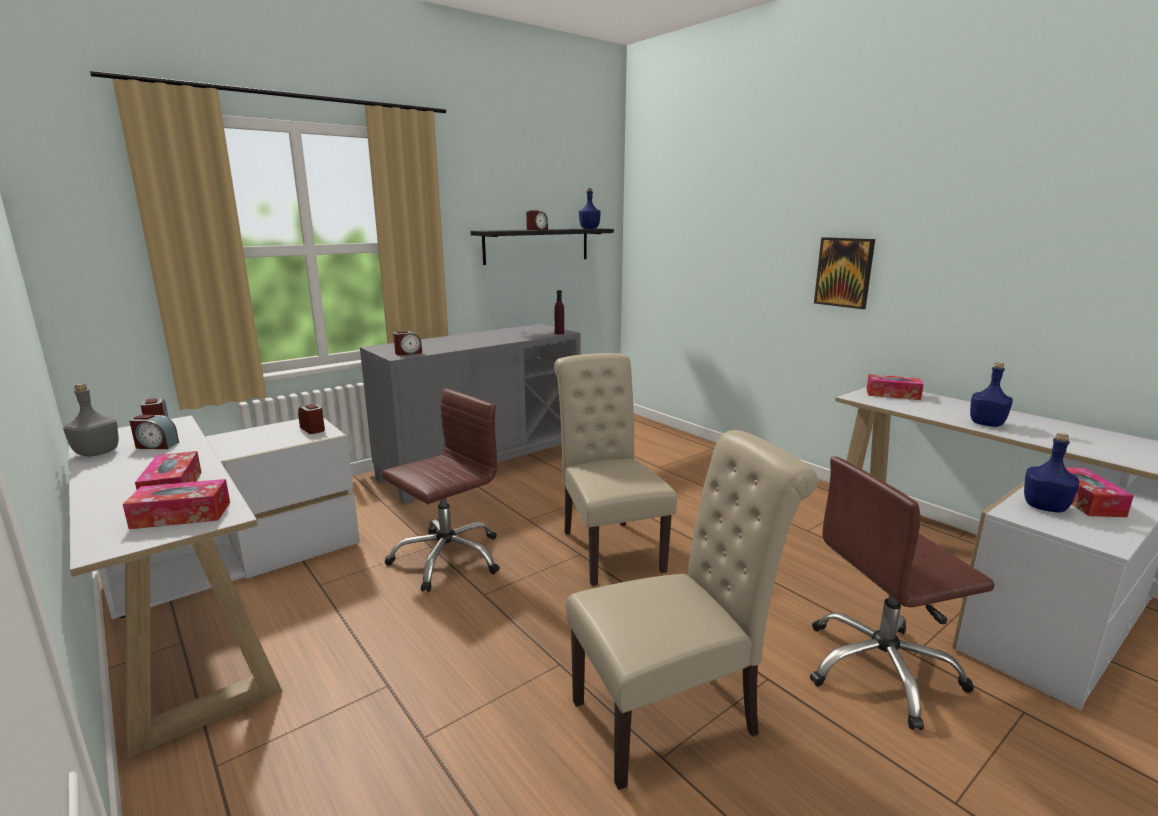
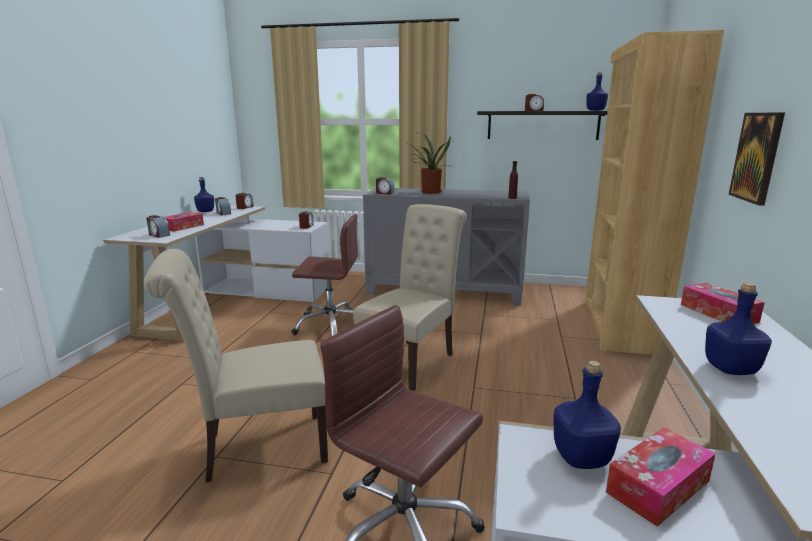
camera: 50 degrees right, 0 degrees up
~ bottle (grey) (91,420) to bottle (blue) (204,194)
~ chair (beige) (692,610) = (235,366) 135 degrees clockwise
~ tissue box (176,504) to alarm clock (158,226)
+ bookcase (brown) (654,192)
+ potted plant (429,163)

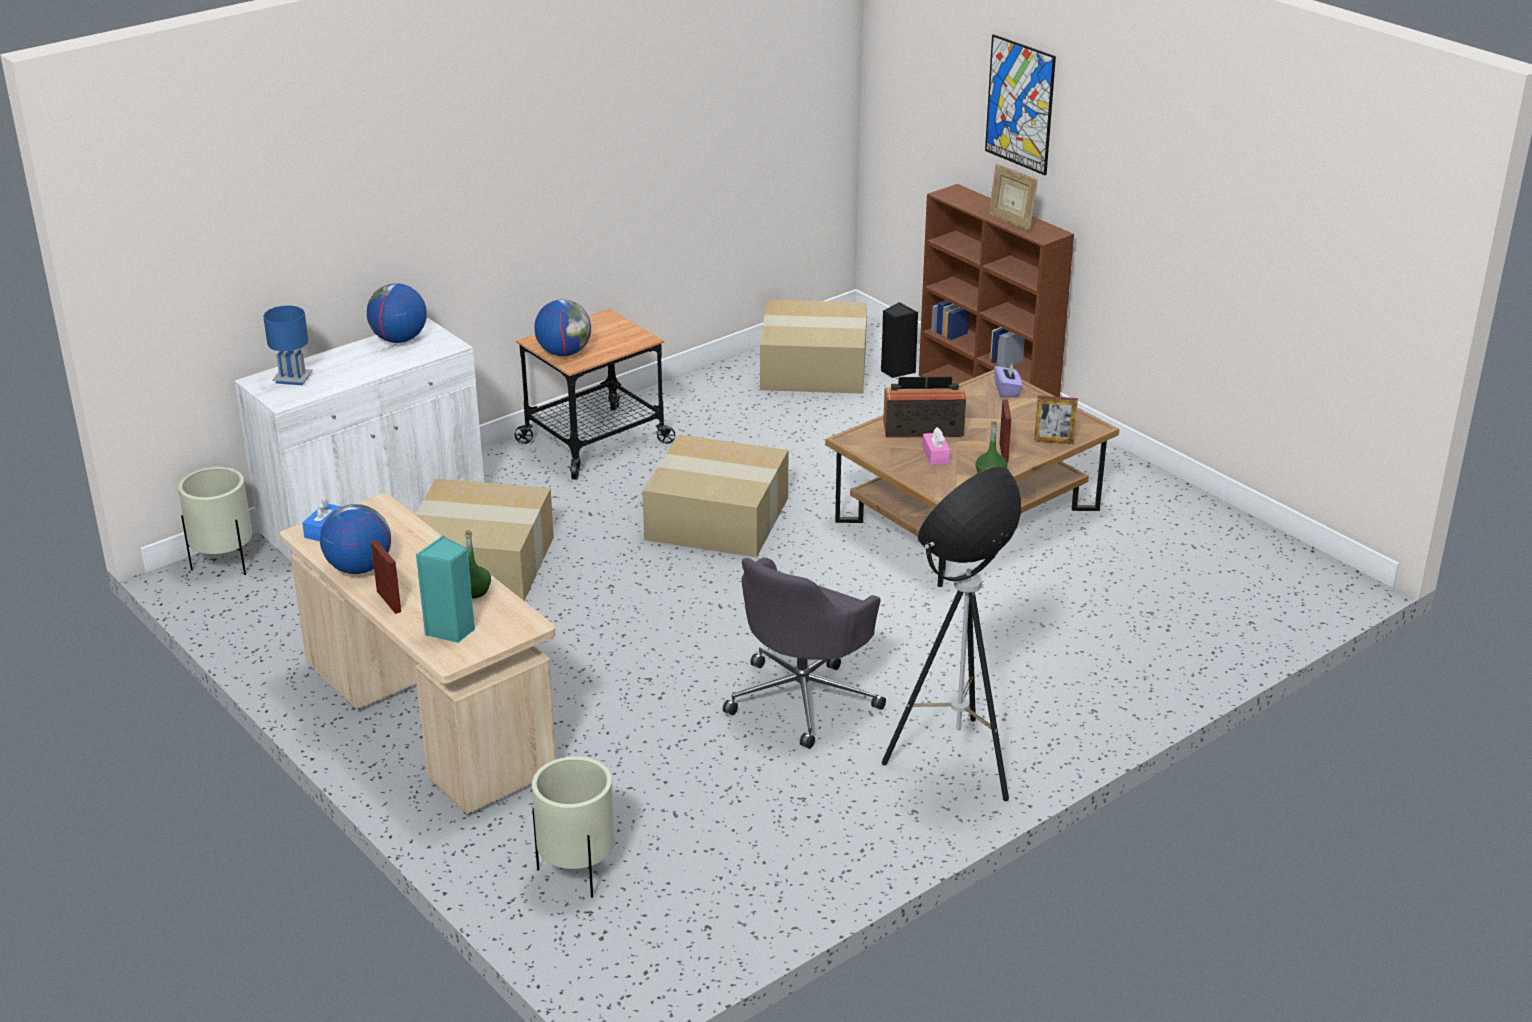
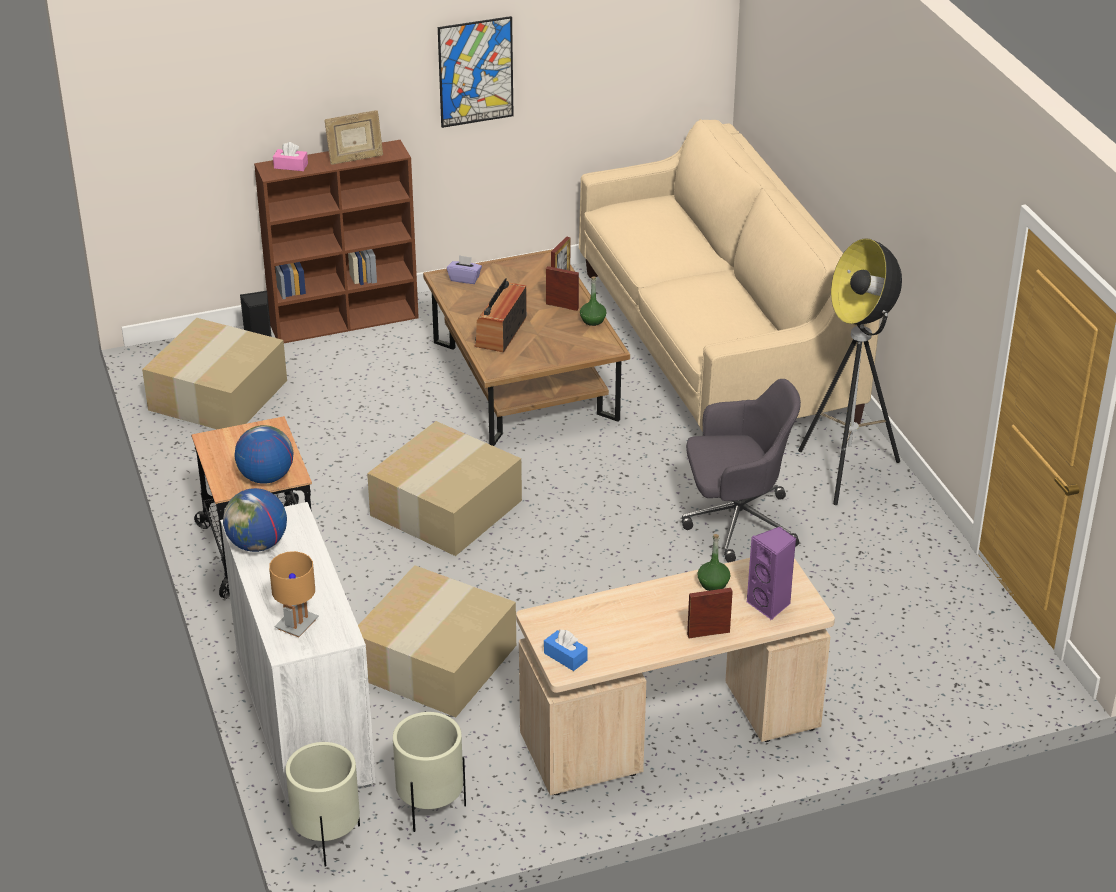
camera: 70 degrees left, 5 degrees up
~ picture (1020,104) to (476,72)
~ table lamp (blue) (288,345) to table lamp (brown) (294,594)
~ tissue box (pink) (936,446) to (290,156)
- globe (355,539)
~ speaker (turquoise) (445,589) to speaker (purple) (771,573)
~ office chair (grey) (804,653) = (741,471) 60 degrees counterclockwise
~ planter (beige) (573,827) to (429,772)
+ sofa (beige) (729,275)

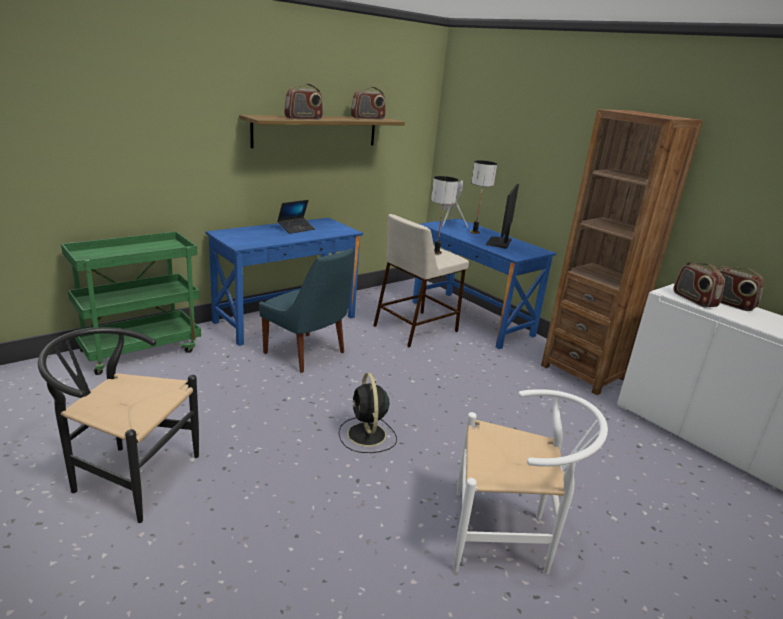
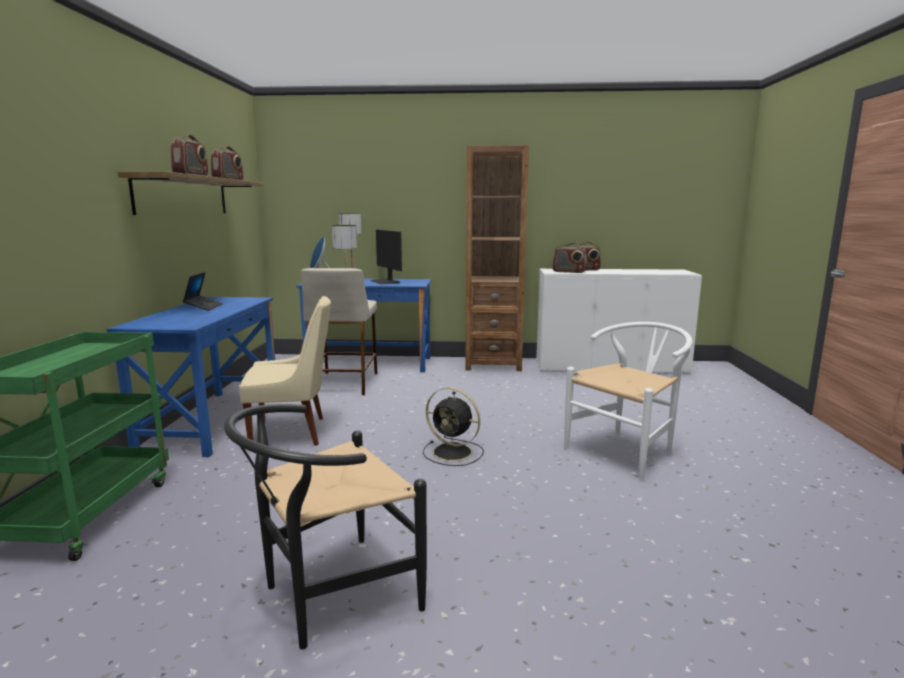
camera: 45 degrees left, 10 degrees down
~ chair (blue) (306,310) to chair (beige) (285,371)

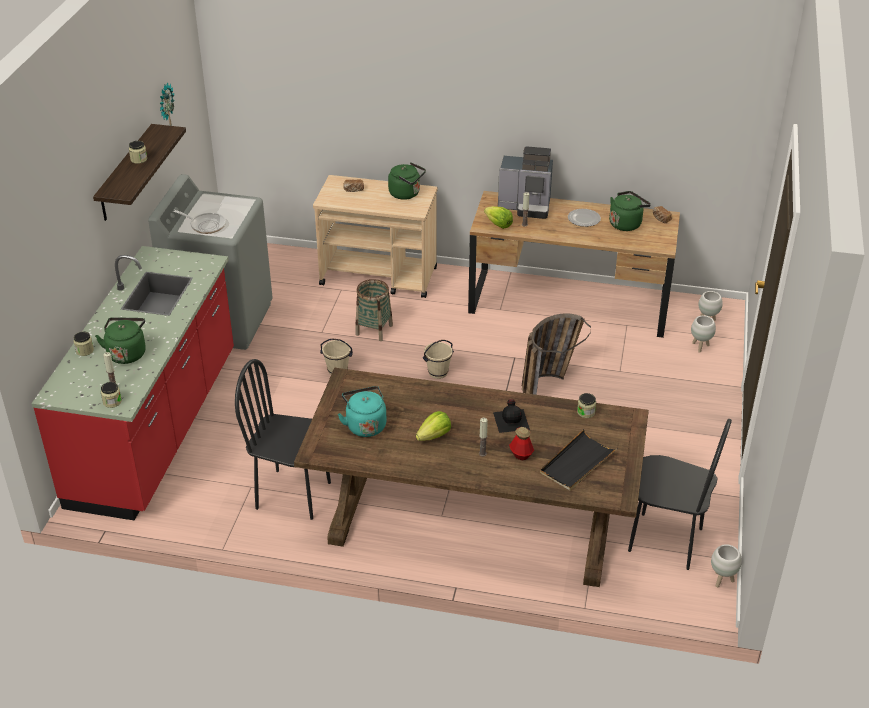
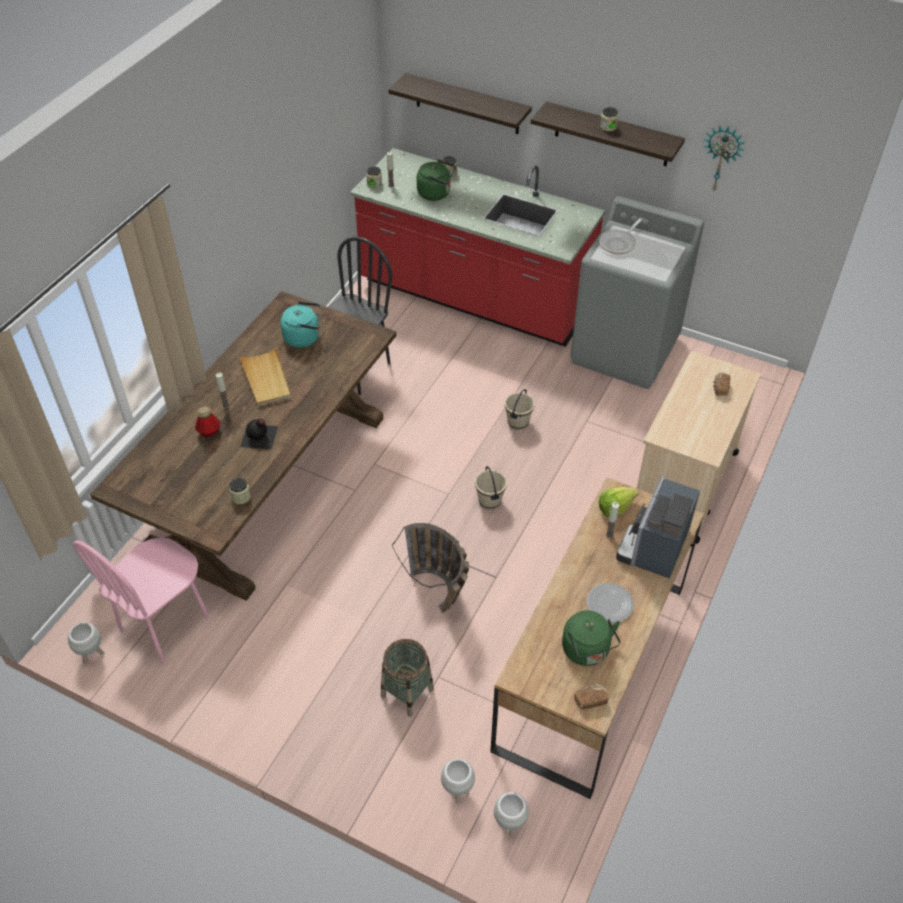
camera: 105 degrees right, 10 degrees up
- kettle (green) (407,181)
~ basket (374,310) to (407,678)
~ lettuce (433,426) to tray (beige) (265,376)
~ chair (black) (680,494) to chair (pink) (141,600)
- tray (black) (579,460)
+ shelf (460,103)

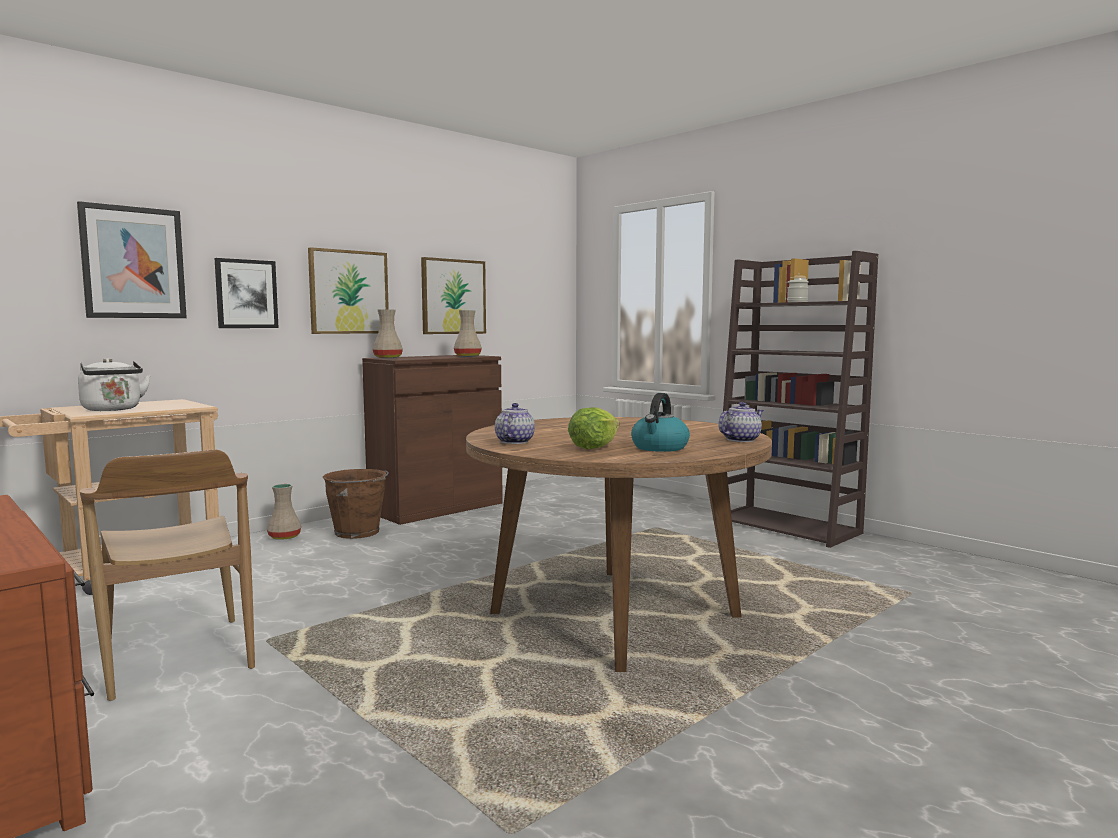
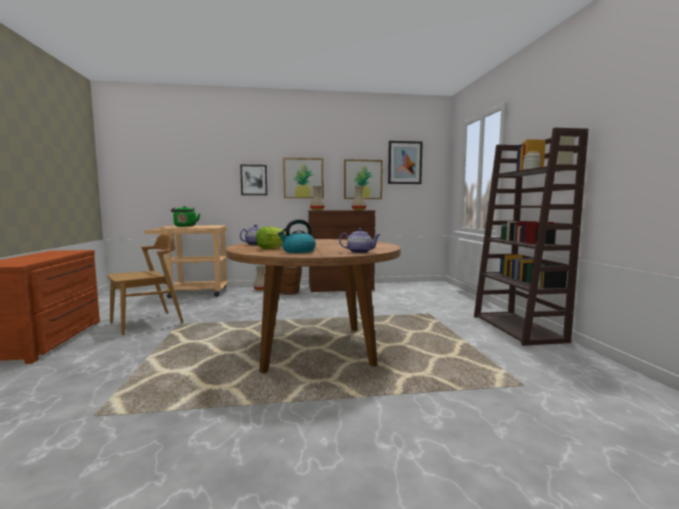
camera: 35 degrees right, 0 degrees up
~ picture (132,259) to (405,162)
~ kettle (white) (114,384) to kettle (green) (185,216)
~ chair (brown) (167,575) = (146,285) 135 degrees counterclockwise

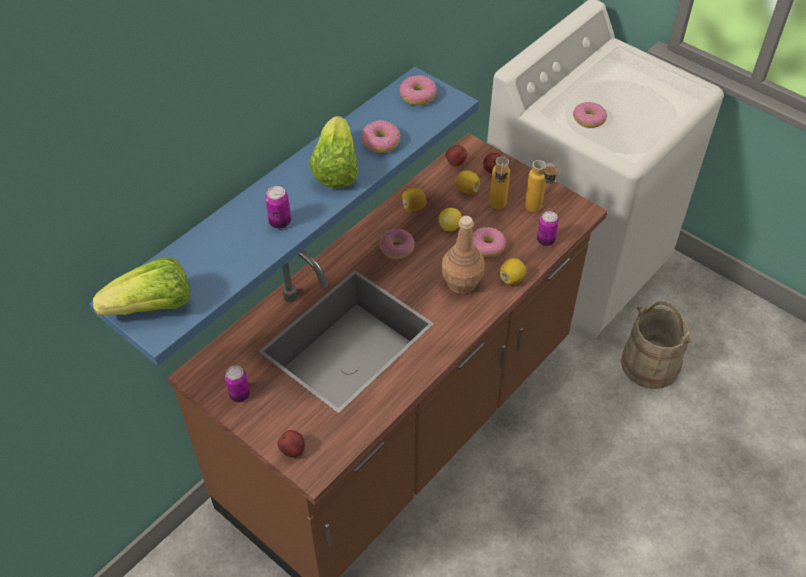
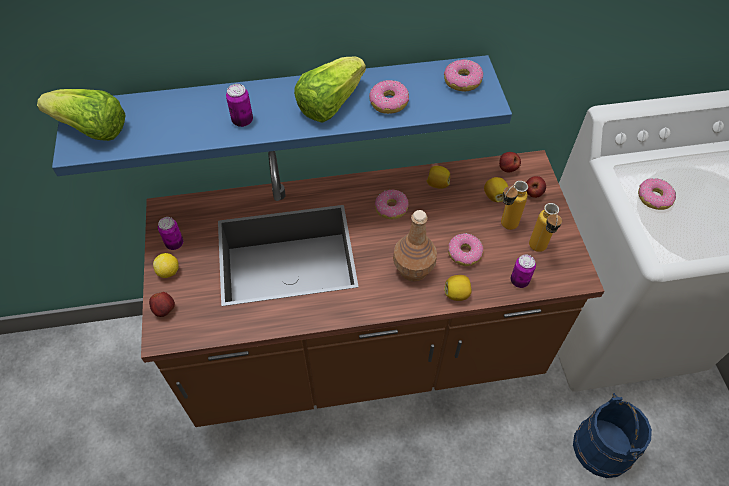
camera: 40 degrees right, 5 degrees up
~ lemon (450,219) to (166,265)
~ bucket (beige) (656,345) to bucket (blue) (612,435)

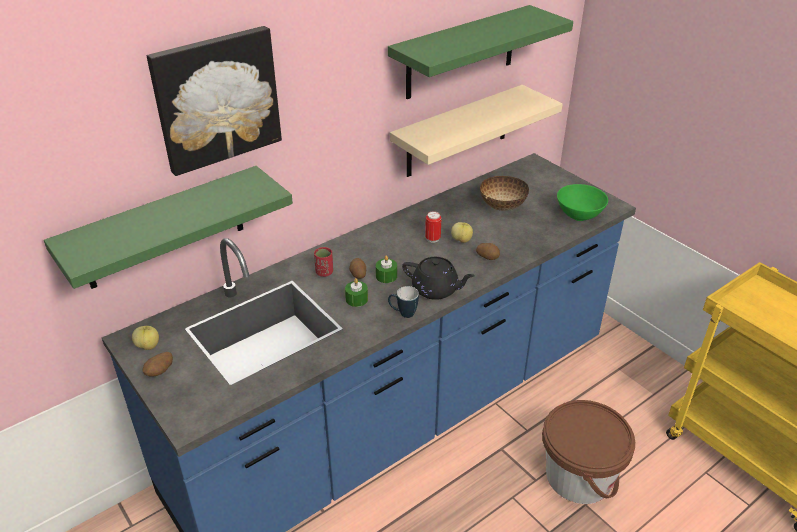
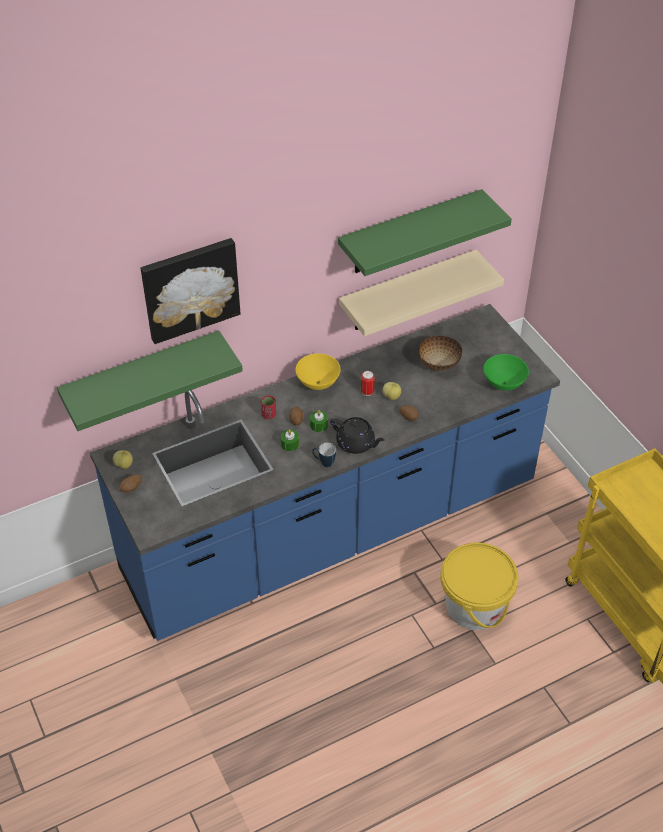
camera: 10 degrees right, 10 degrees up
~ bucket (brown) (588,452) to bucket (yellow) (479,586)
+ bowl (yellow) (318,371)

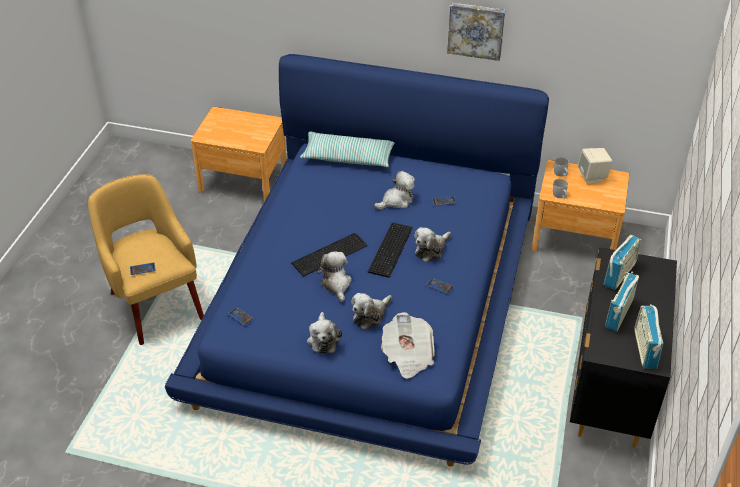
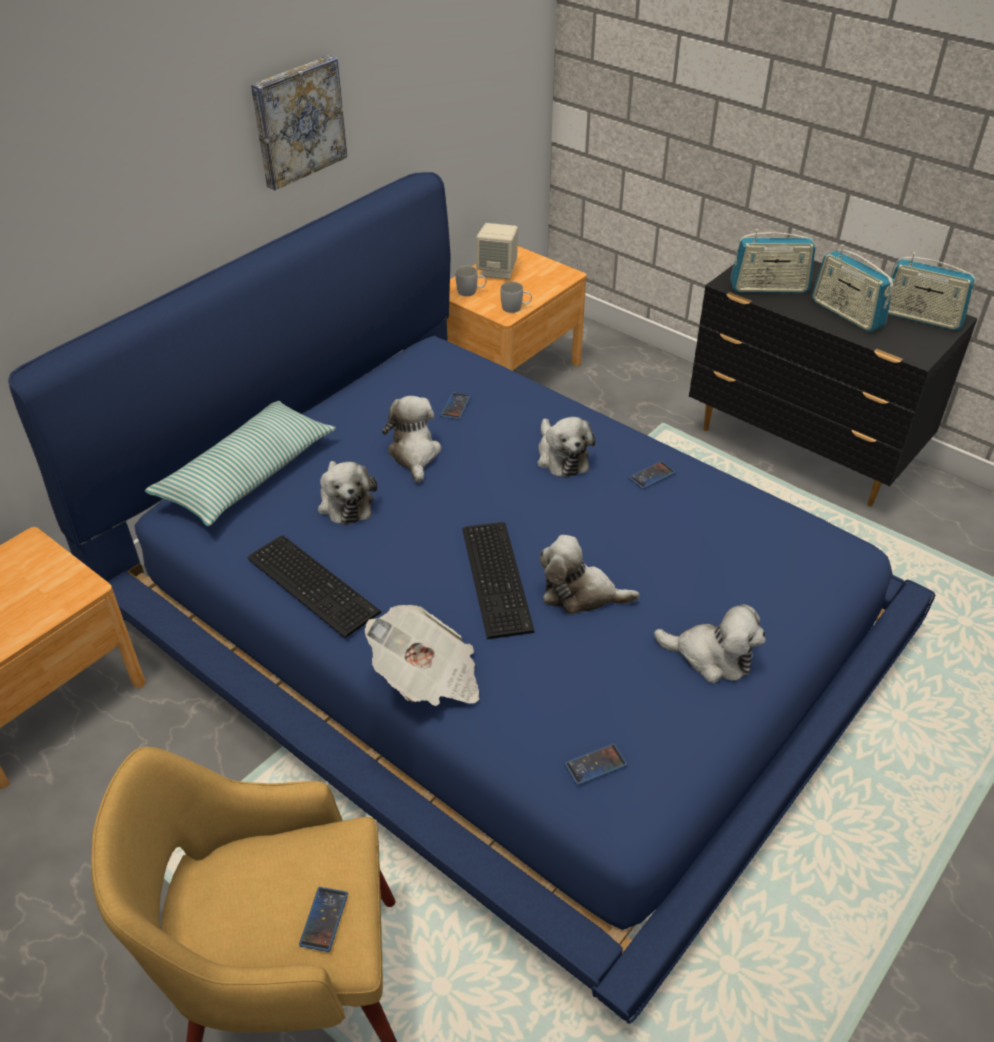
camera: 65 degrees left, 0 degrees up
~ keyboard (390,250) to (314,587)
~ radio (622,262) = (772,261) 120 degrees clockwise
~ plush toy (371,311) to (347,493)
~ newspaper (408,345) to (422,655)

